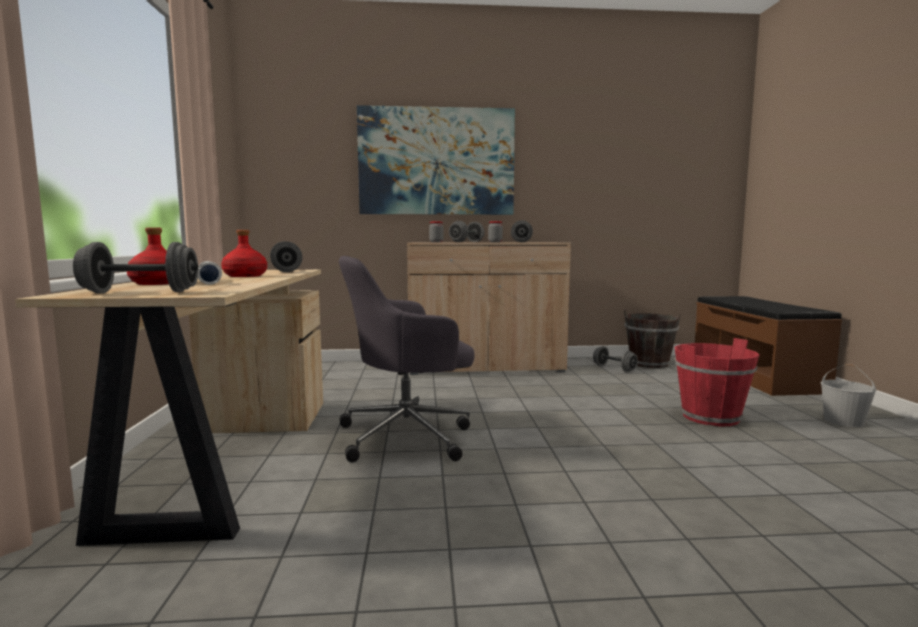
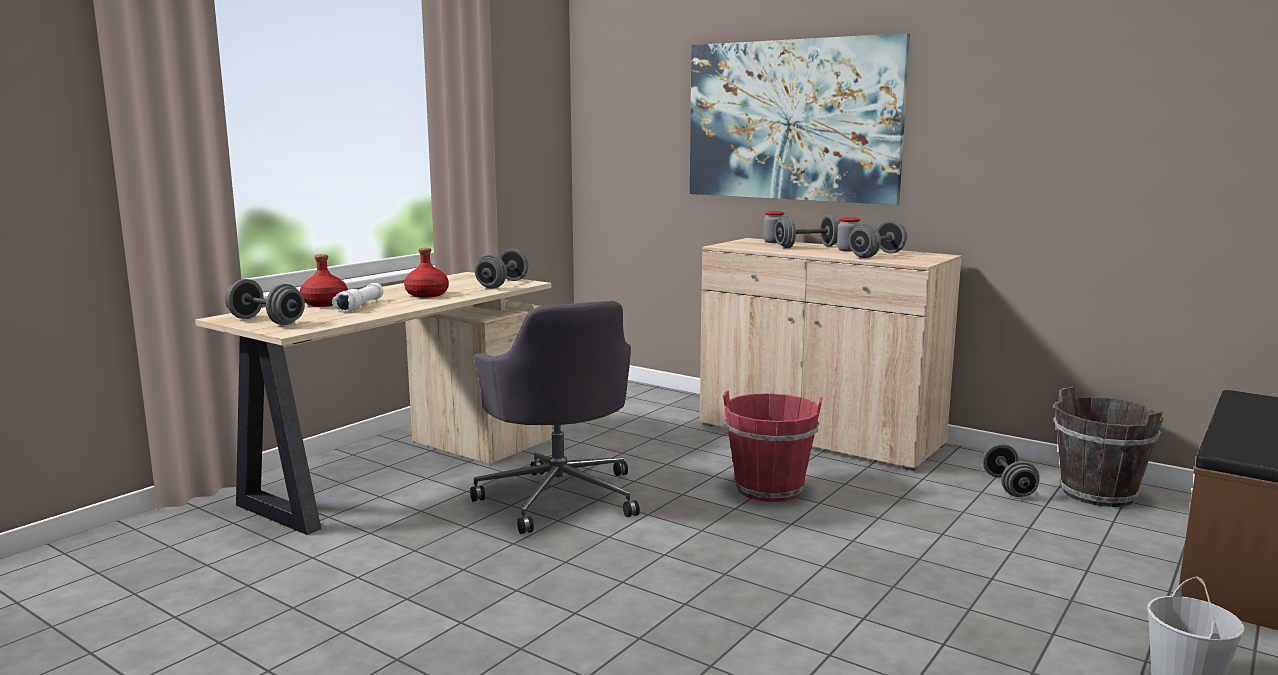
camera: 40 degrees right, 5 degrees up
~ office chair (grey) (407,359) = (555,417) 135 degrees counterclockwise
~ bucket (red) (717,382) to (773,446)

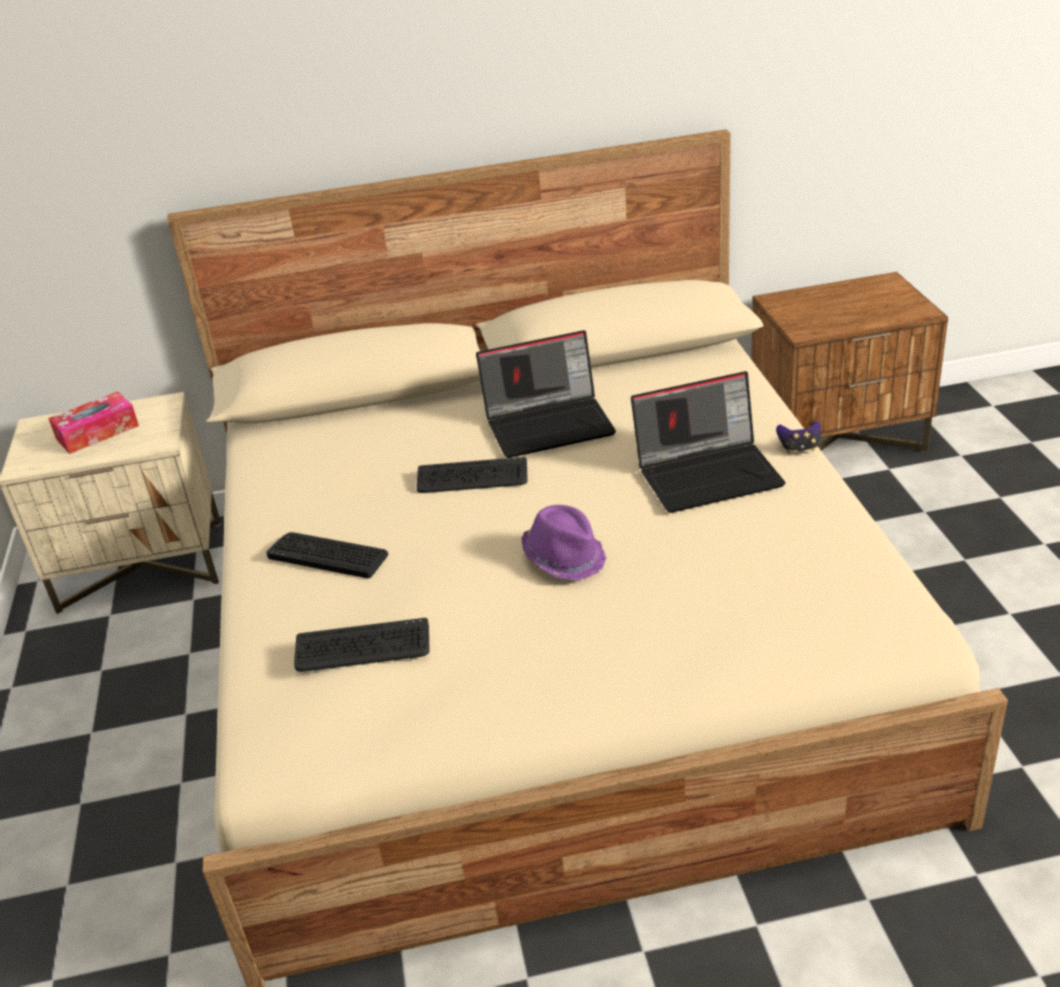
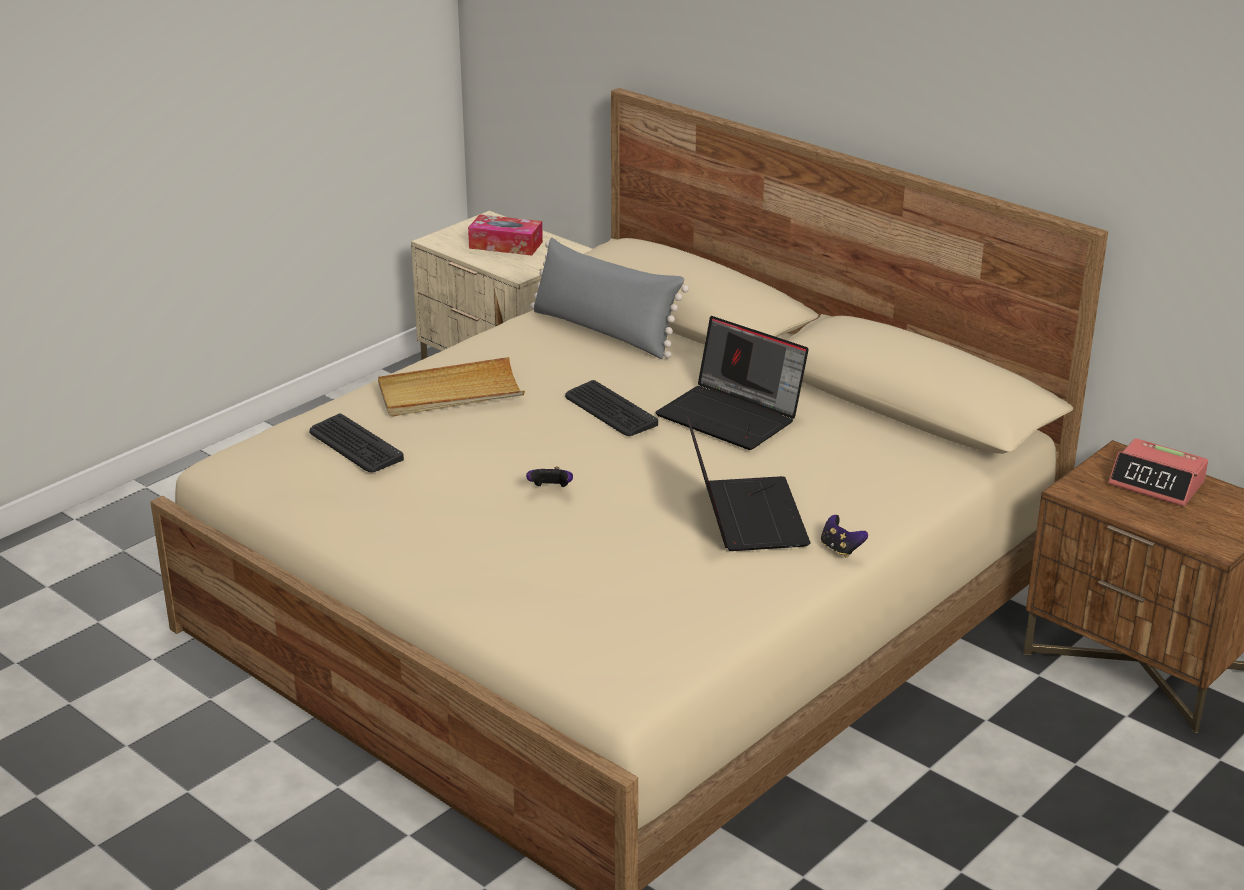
camera: 50 degrees right, 5 degrees down
~ laptop (708,442) = (748,483) 135 degrees counterclockwise
~ hat (purple) (563,542) to game controller (549,477)
~ keyboard (327,555) to tray (beige) (451,387)
+ pillow (grey) (609,298)
+ alarm clock (1158,472)

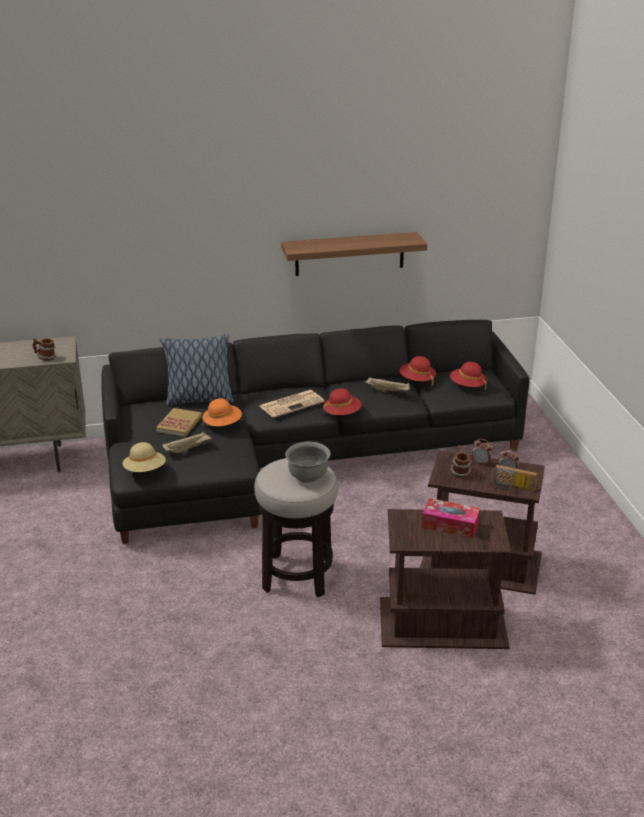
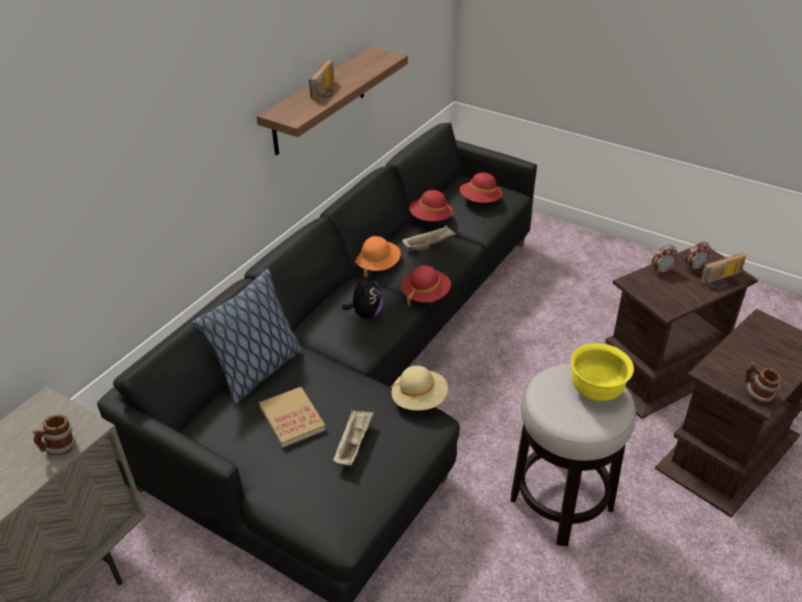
camera: 45 degrees left, 10 degrees up
~ newspaper (292,404) to plush toy (362,295)
~ hat (orange) (222,412) to (378,257)
~ bowl (grey) (308,462) to bowl (yellow) (602,372)
~ hat (beige) (144,457) to (420,388)
~ mug (460,461) to (763,382)
- tissue box (451,518)
+ radio (321,80)

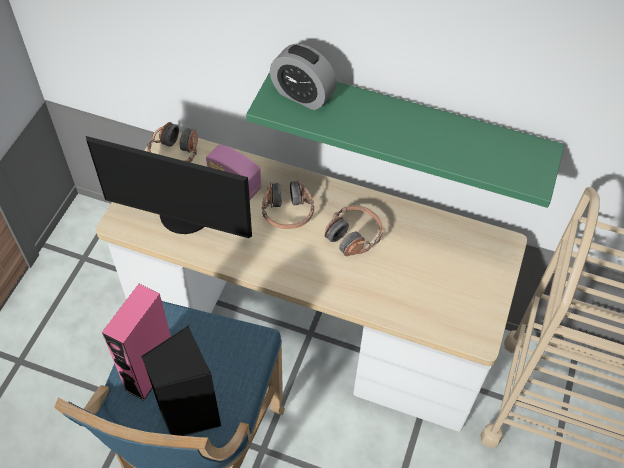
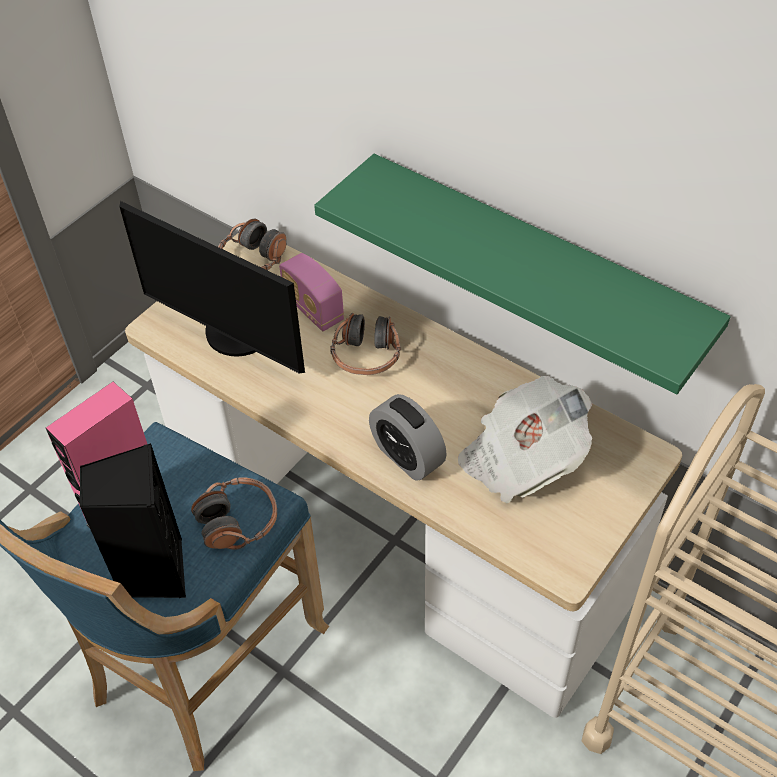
camera: 20 degrees right, 5 degrees down
~ alarm clock (303,77) to (408,437)
~ headphones (354,230) to (234,513)
+ newspaper (525,440)

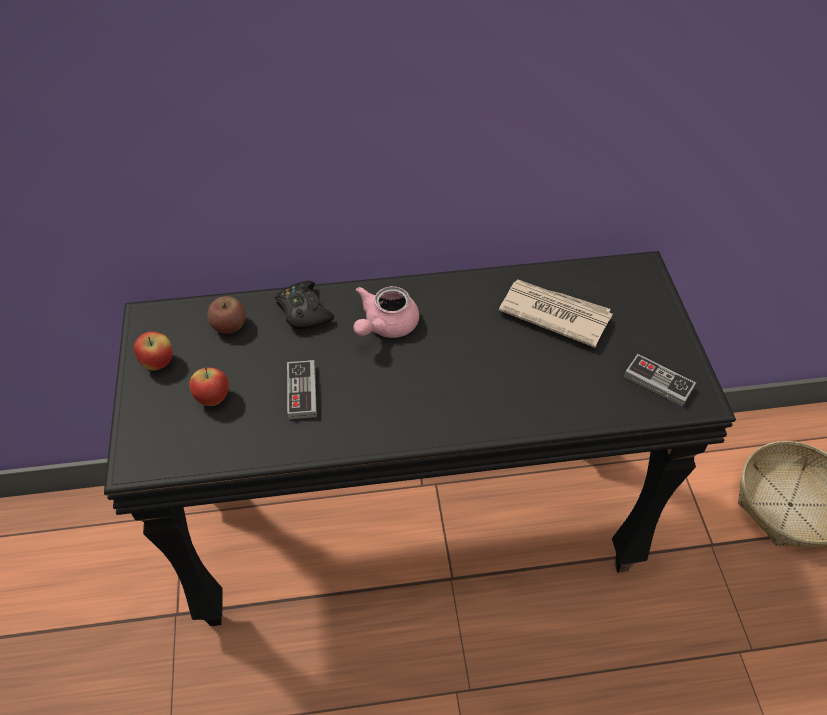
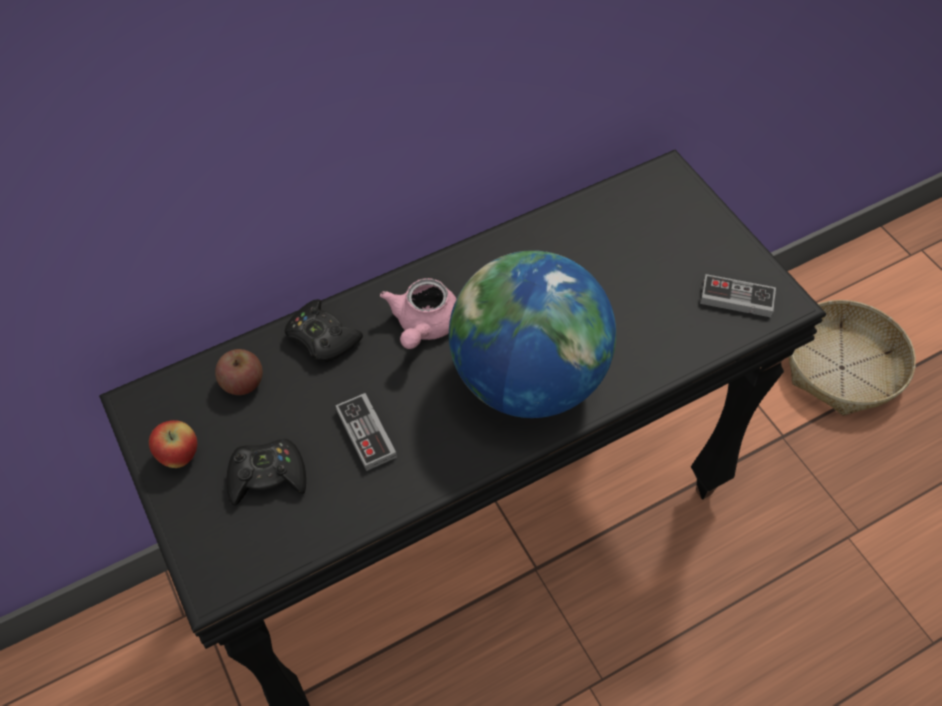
camera: 20 degrees left, 5 degrees up
- newspaper (556,314)
~ apple (209,386) to game controller (black) (266,472)
+ globe (532,334)

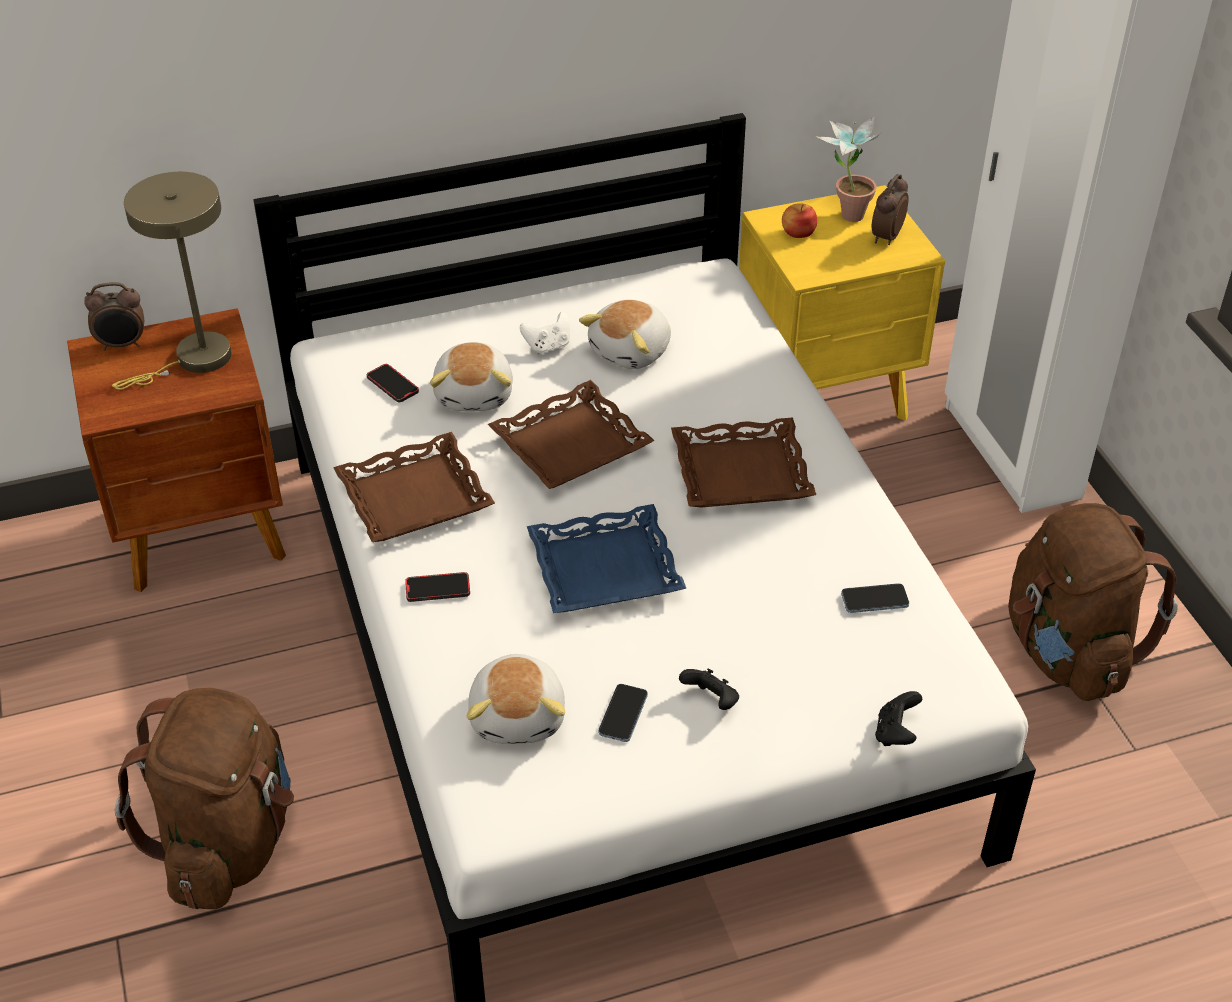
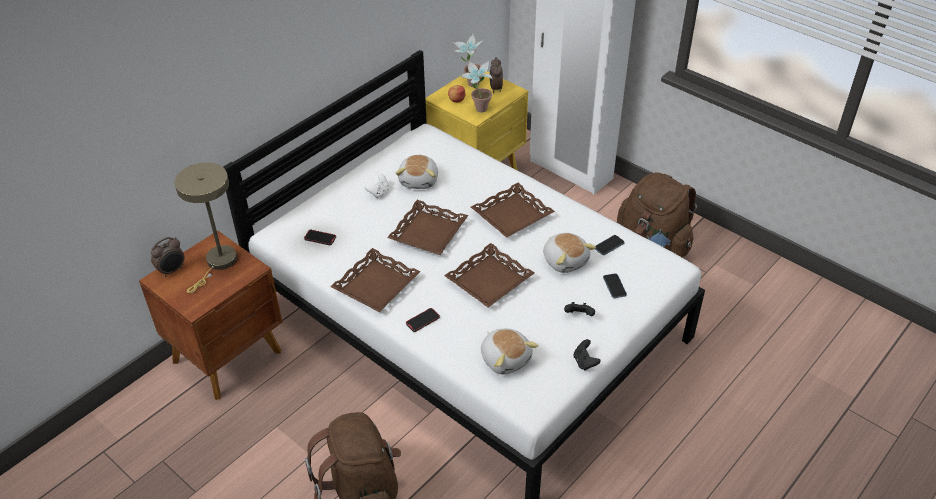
camera: 30 degrees left, 0 degrees up
~ plush toy (471,376) to (569,253)
~ tray (blue) (607,558) to tray (brown) (489,275)
~ phone (623,713) to (615,285)
~ game controller (black) (898,718) to (587,354)
+ potted plant (477,86)

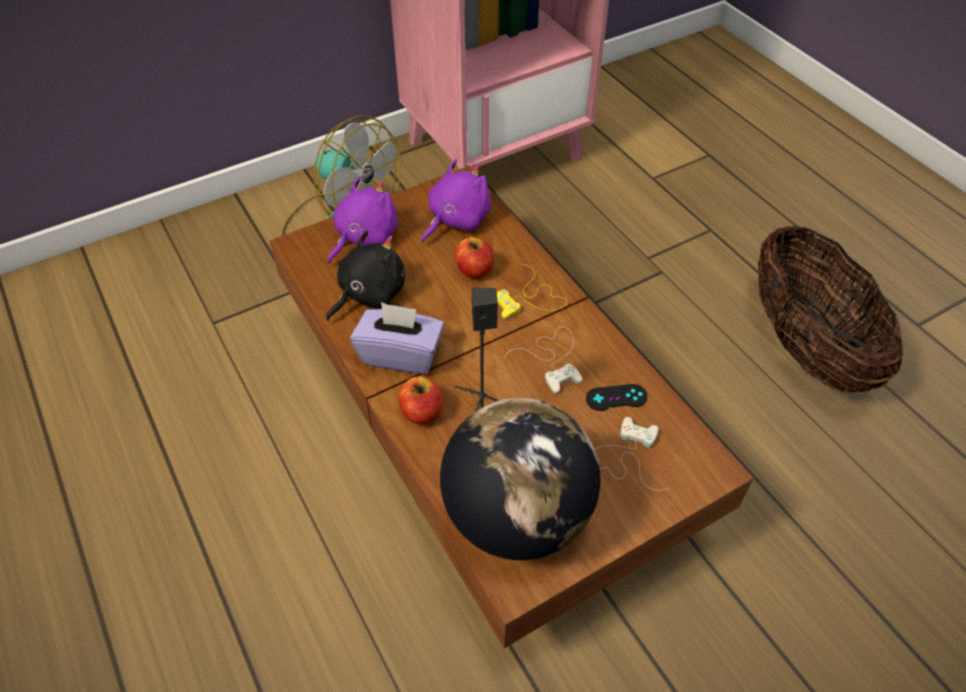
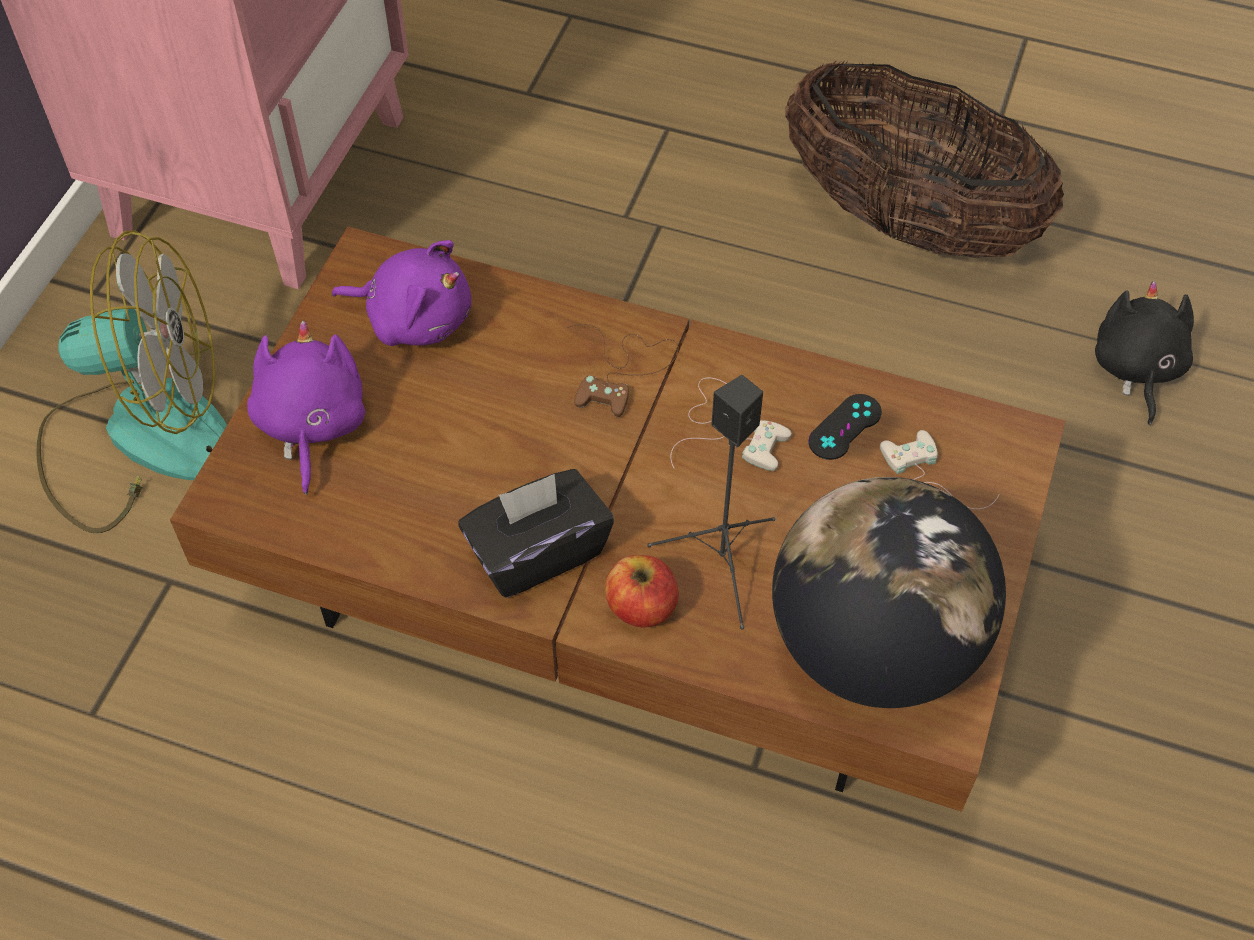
camera: 40 degrees left, 5 degrees up
~ plush toy (purple) (456,201) = (401,293) 105 degrees clockwise
~ plush toy (black) (365,275) to (1144,353)
- apple (474,257)
~ game controller (yellow) (532,291) to game controller (brown) (623,370)
~ tissue box (purple) (397,338) to tissue box (black) (536,533)

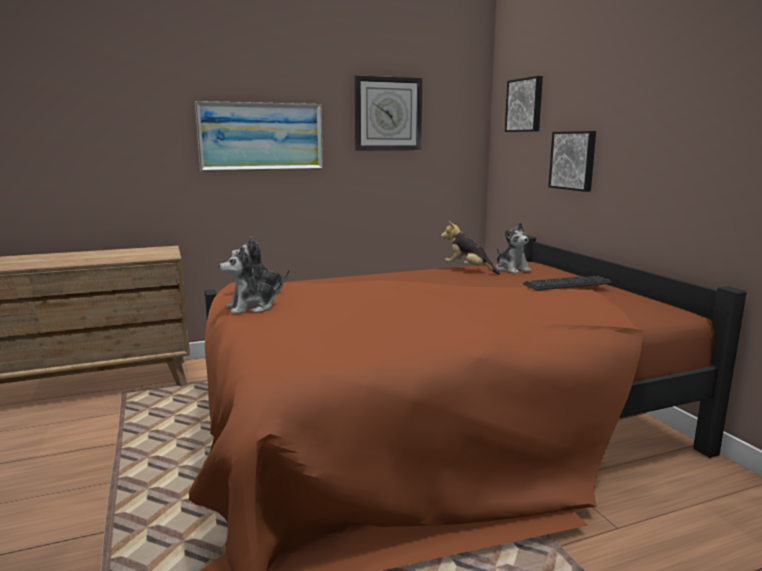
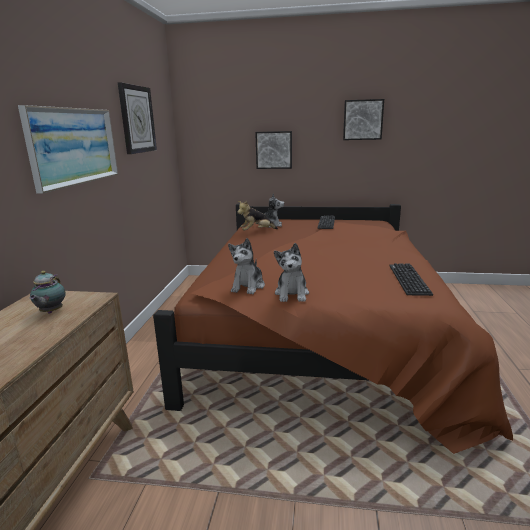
camera: 60 degrees left, 5 degrees up
~ picture (524,104) to (363,119)
+ keyboard (411,279)
+ teapot (47,292)

